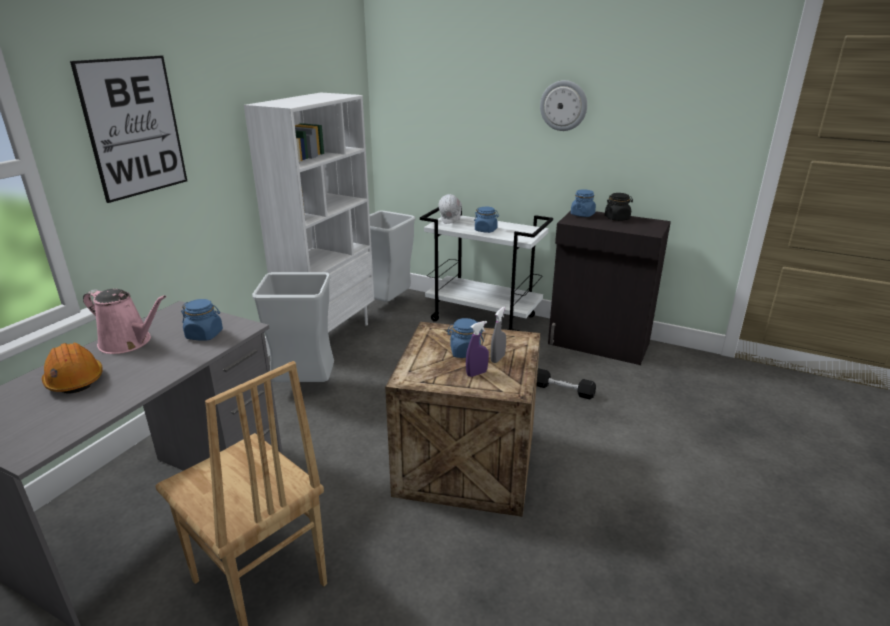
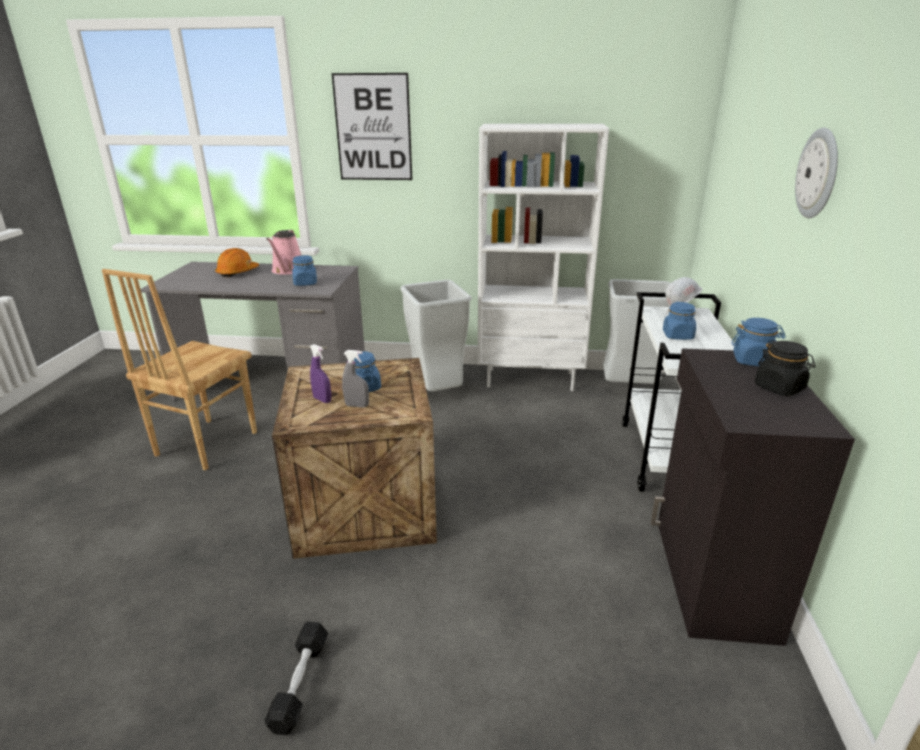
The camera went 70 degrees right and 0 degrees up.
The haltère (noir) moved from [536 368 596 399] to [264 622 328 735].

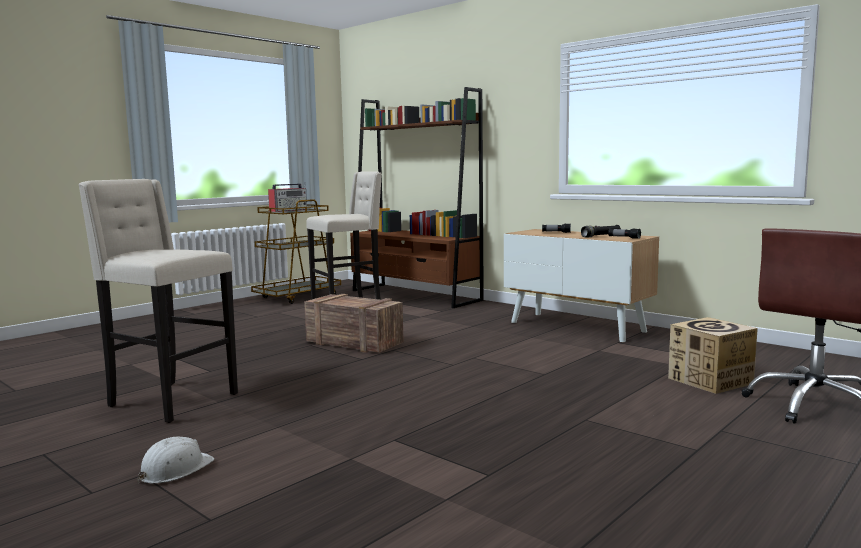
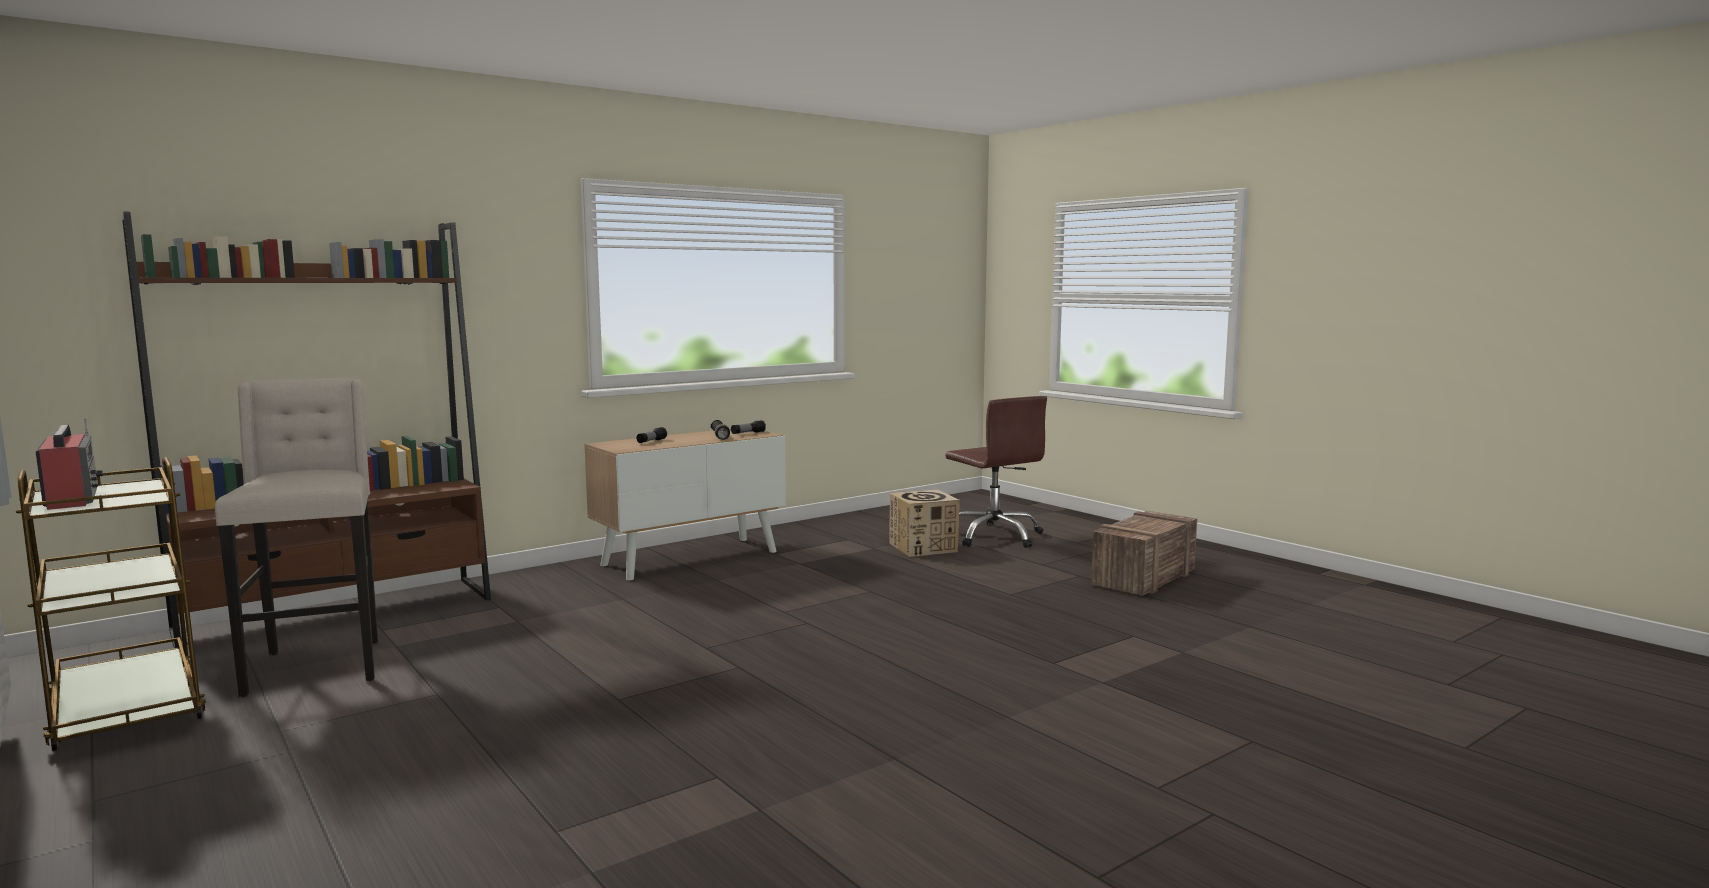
The camera went 80 degrees left and 0 degrees up.
The tabouret (beige) at [78 179 238 423] disappeared.
The casque de chantier (blanc) at [137 437 214 484] disappeared.
The caisse moved from [304 294 404 353] to [1091 511 1197 596].

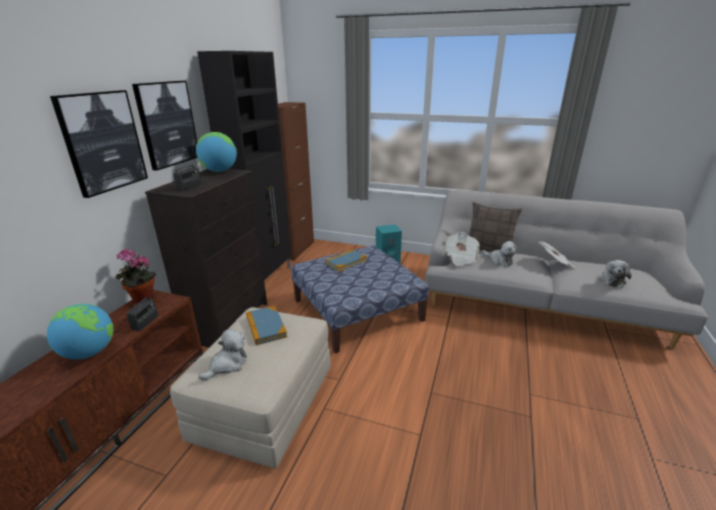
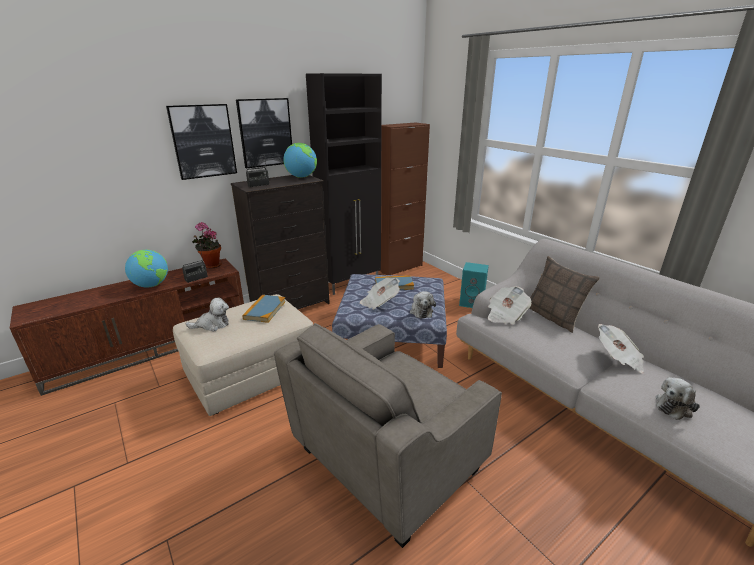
The camera went 35 degrees right and 0 degrees up.
The fauteuil (gris) at [274 323 502 548] appeared.
The journal at [360 278 400 309] appeared.
The peluche moved from [482 241 517 267] to [410 291 436 319].

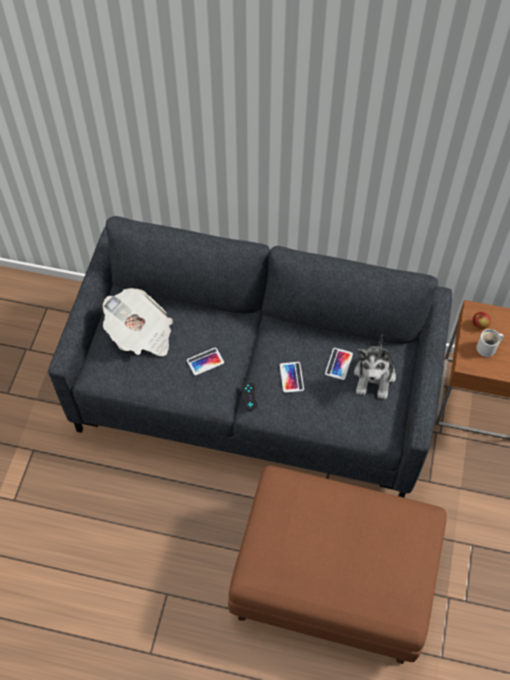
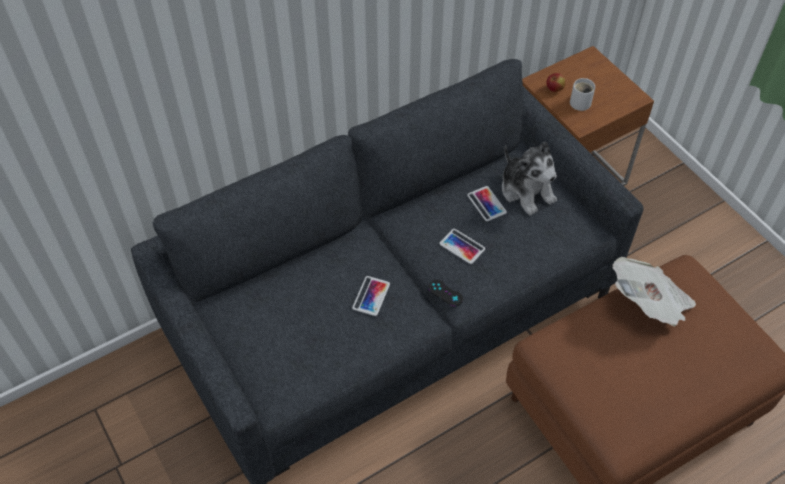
The camera went 45 degrees left and 5 degrees down.
The journal moved from [103 288 173 357] to [613 257 696 327].

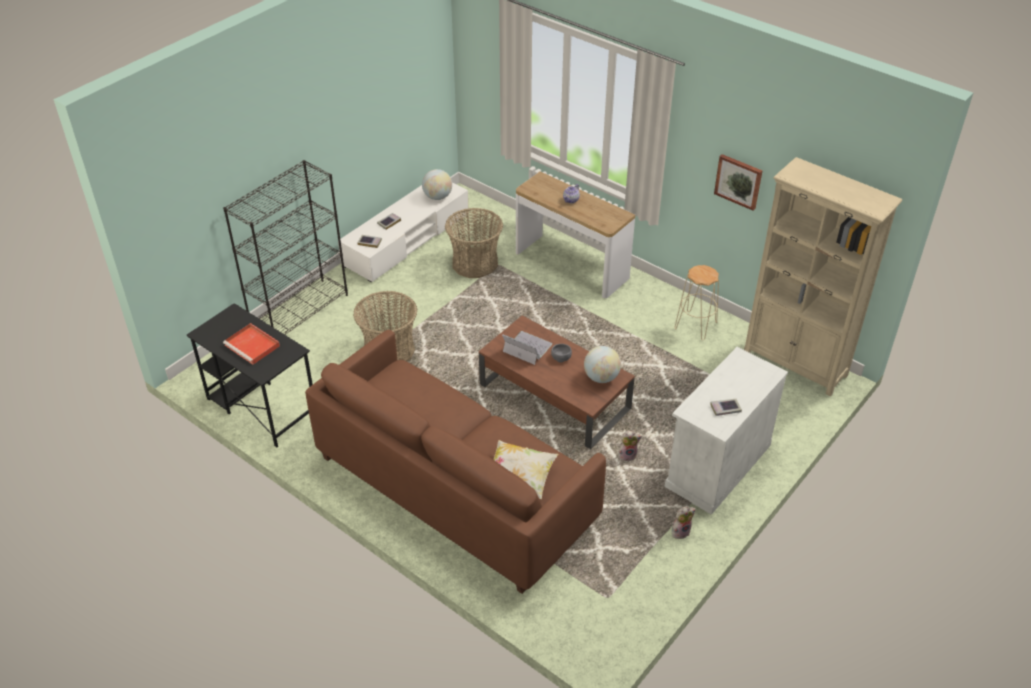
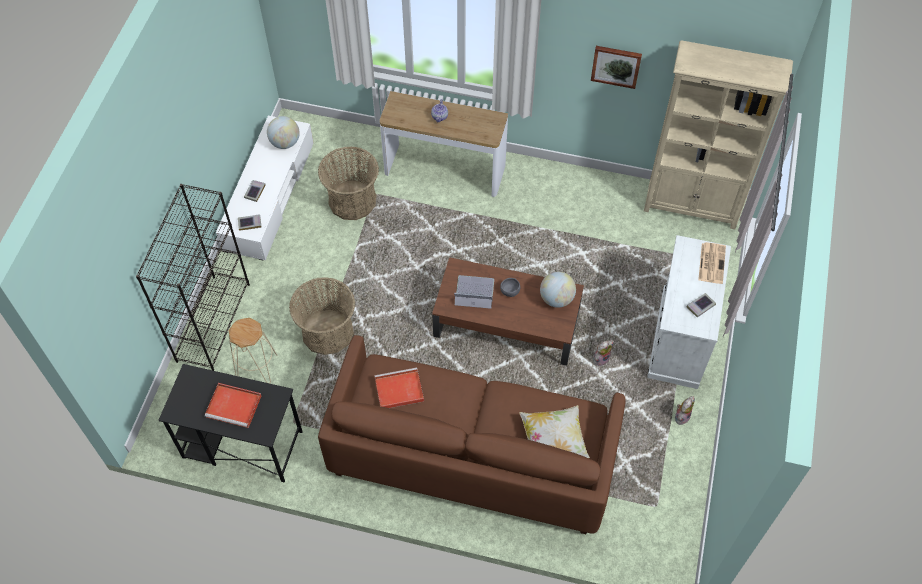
The camera went 25 degrees left and 15 degrees up.
The plateau (rouge) at [375 368 424 408] appeared.
The journal at [698 242 726 284] appeared.
The tabouret (beige) moved from [674 265 719 340] to [228 318 278 383].

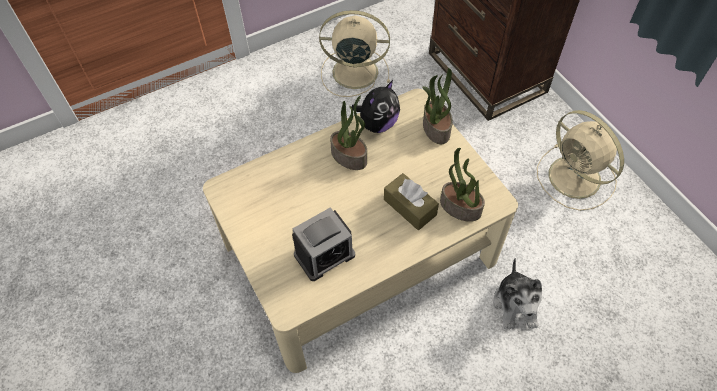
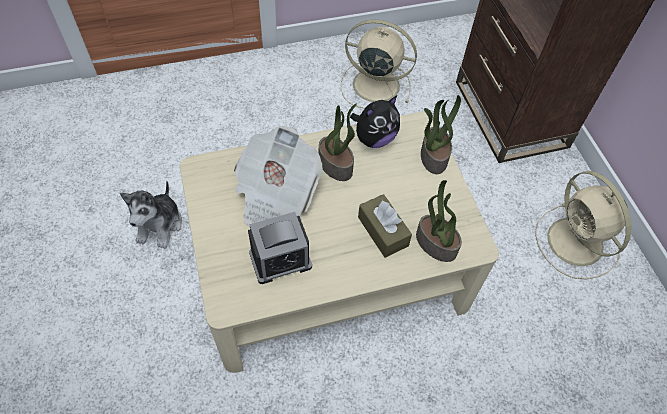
The camera went 10 degrees right and 0 degrees up.
The journal at [234 126 323 227] appeared.
The peluche moved from [493 258 542 330] to [120 181 182 249].

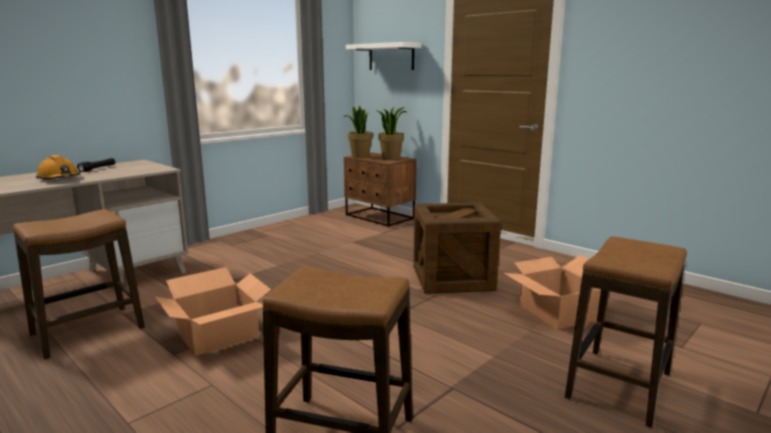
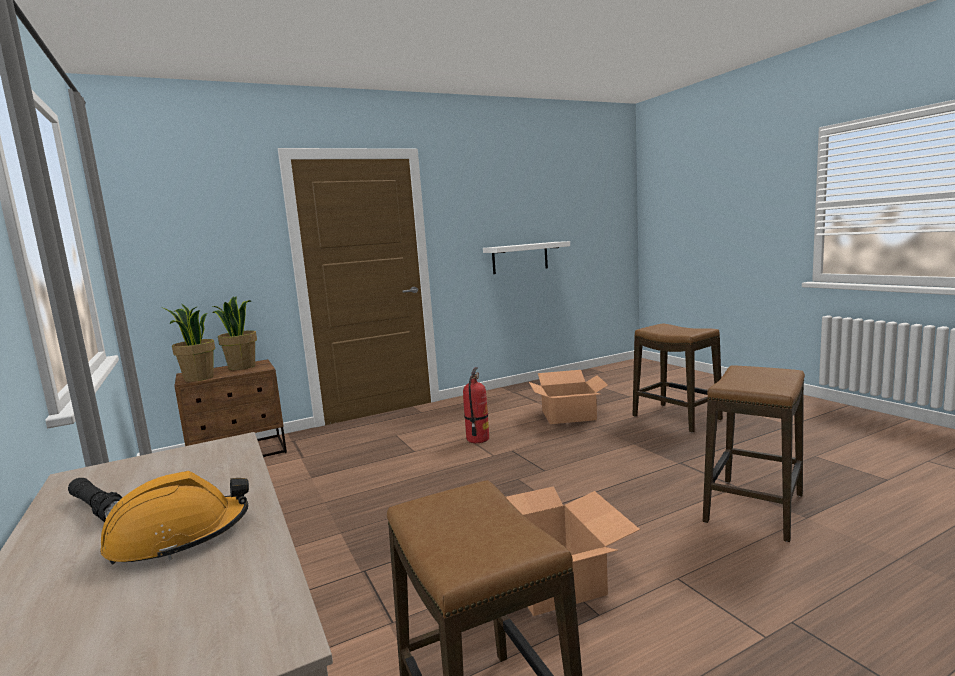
The camera went 70 degrees left and 5 degrees down.
The étagère (blanc) moved from [346 42 422 70] to [483 241 570 274].
The caisse at [413 202 501 294] was replaced by the extincteur at [463 367 489 443].

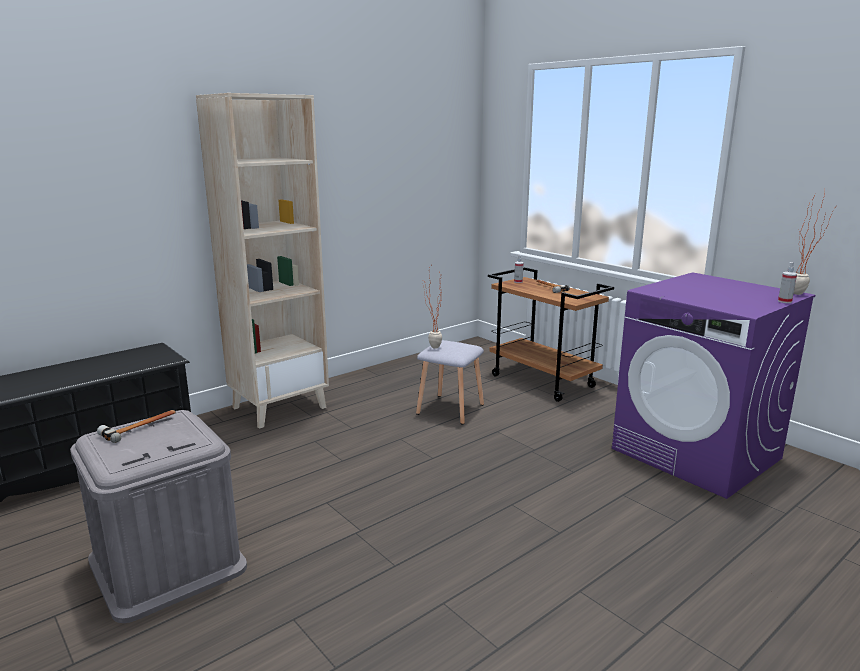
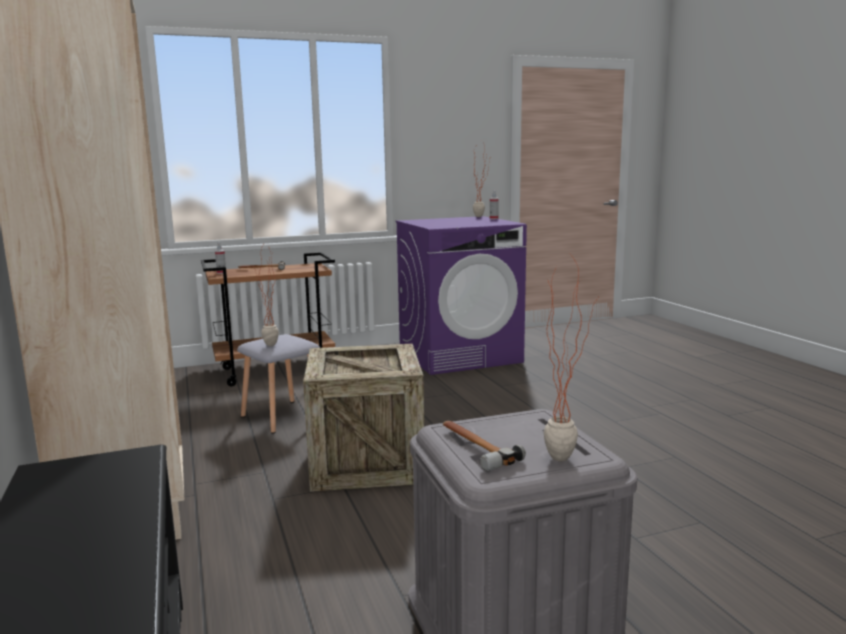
The camera went 70 degrees left and 5 degrees down.
The caisse at [303 344 424 492] appeared.
The plante en pot at [544 255 598 461] appeared.

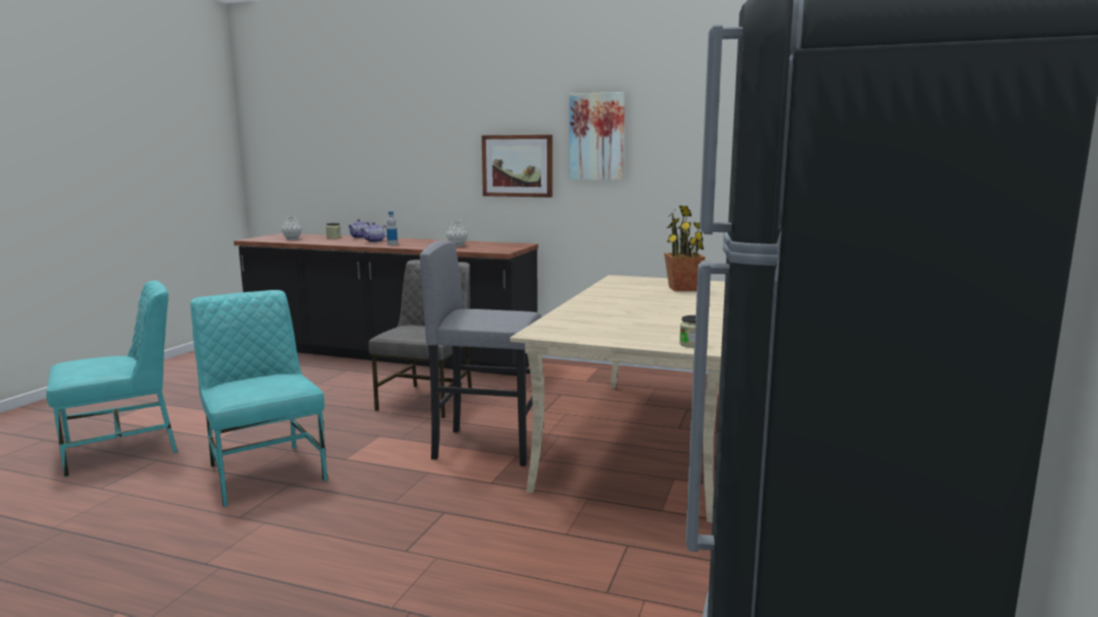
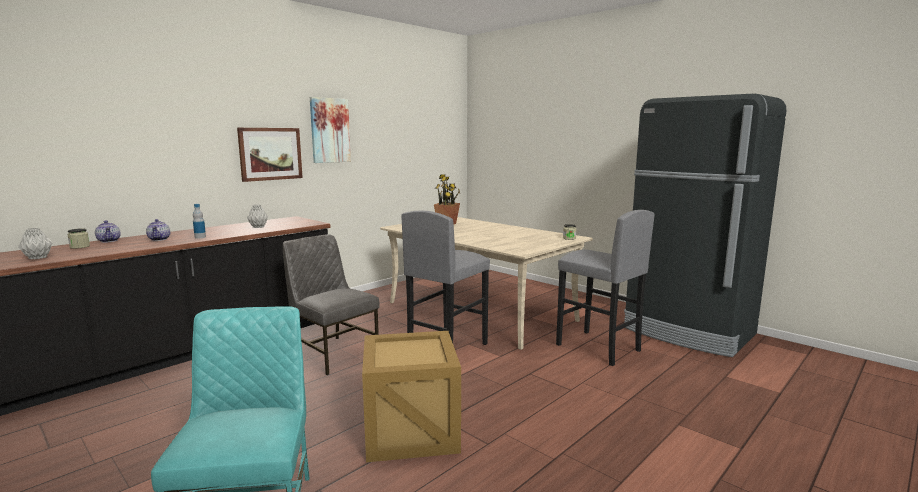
The camera went 65 degrees left and 0 degrees up.
The tabouret (gris) at [556 210 655 366] appeared.
The chaise (turquoise) at [190 290 328 507] was replaced by the caisse at [362 331 461 462].

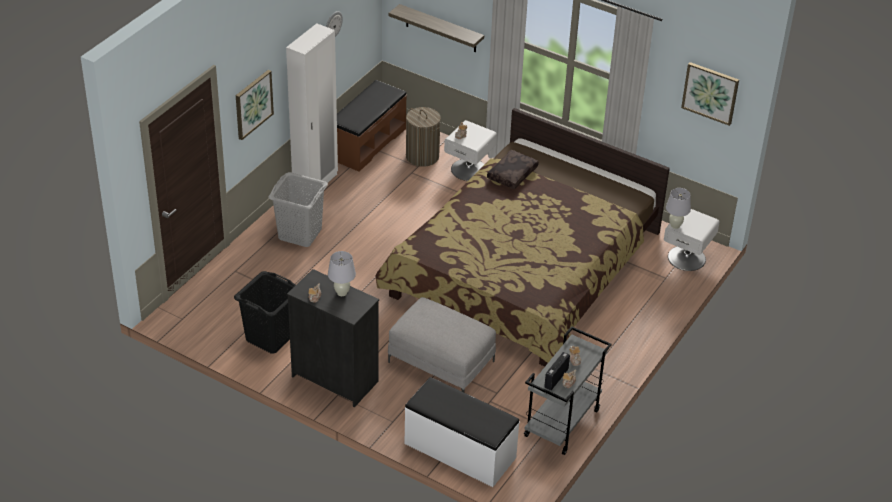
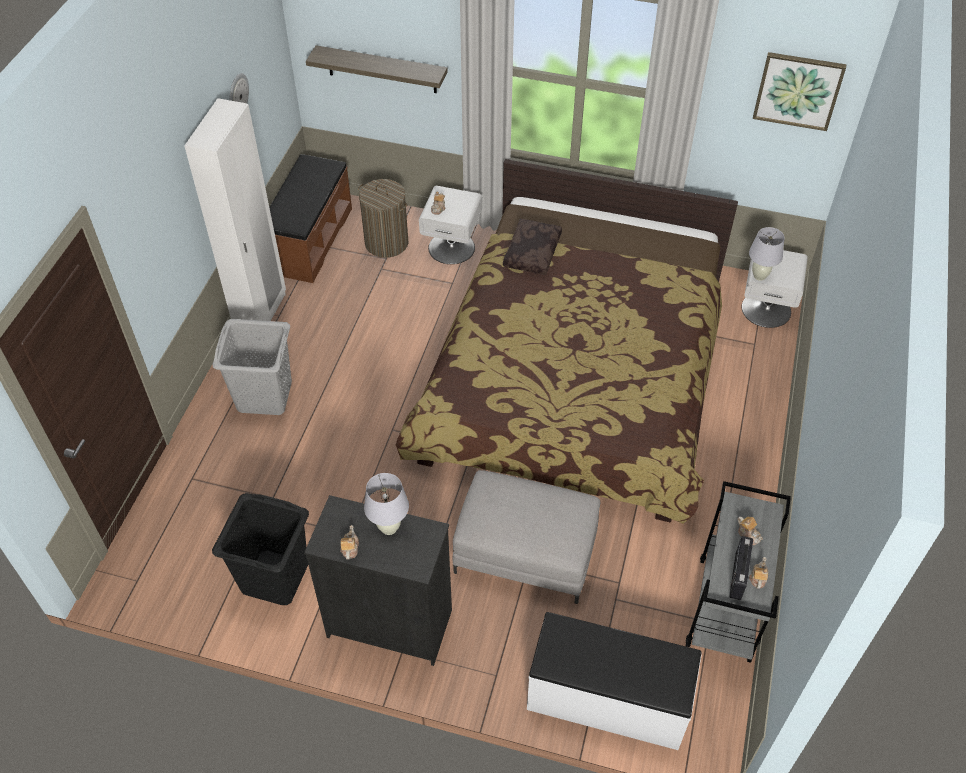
The camera went 15 degrees left and 10 degrees up.
The tableau at [236 70 274 140] disappeared.

